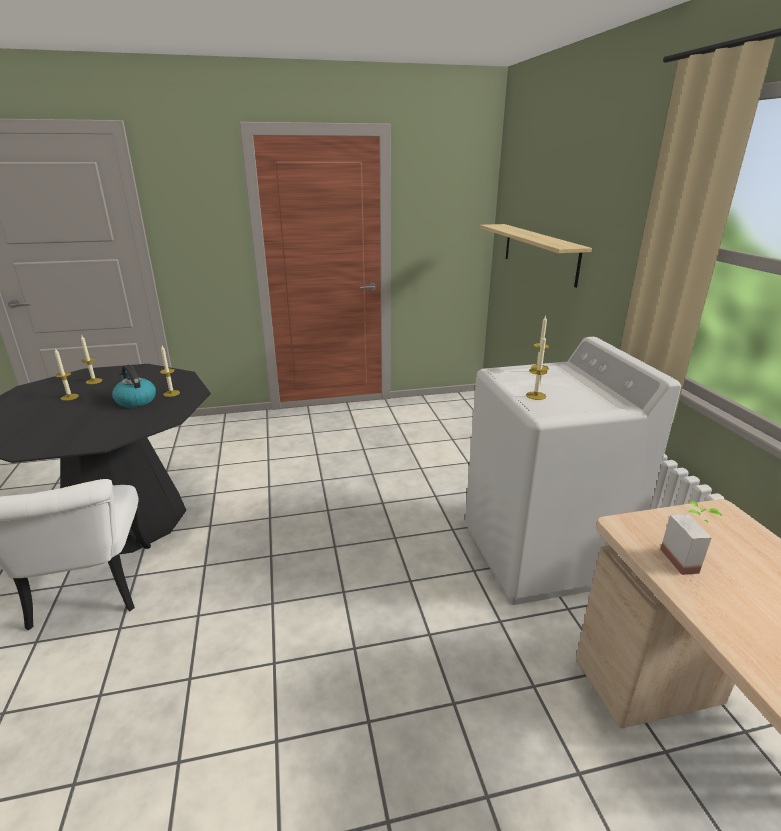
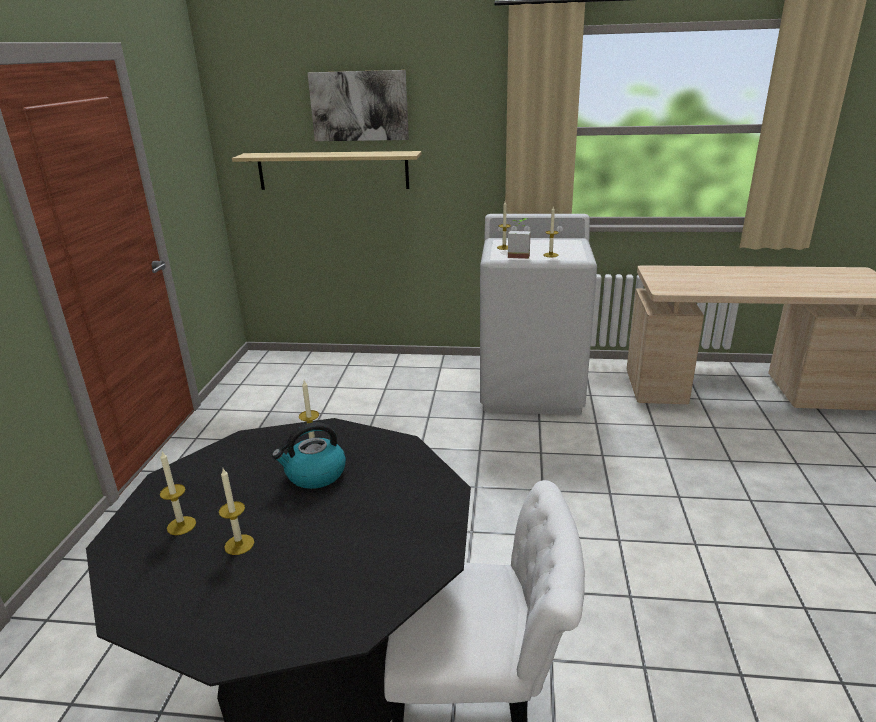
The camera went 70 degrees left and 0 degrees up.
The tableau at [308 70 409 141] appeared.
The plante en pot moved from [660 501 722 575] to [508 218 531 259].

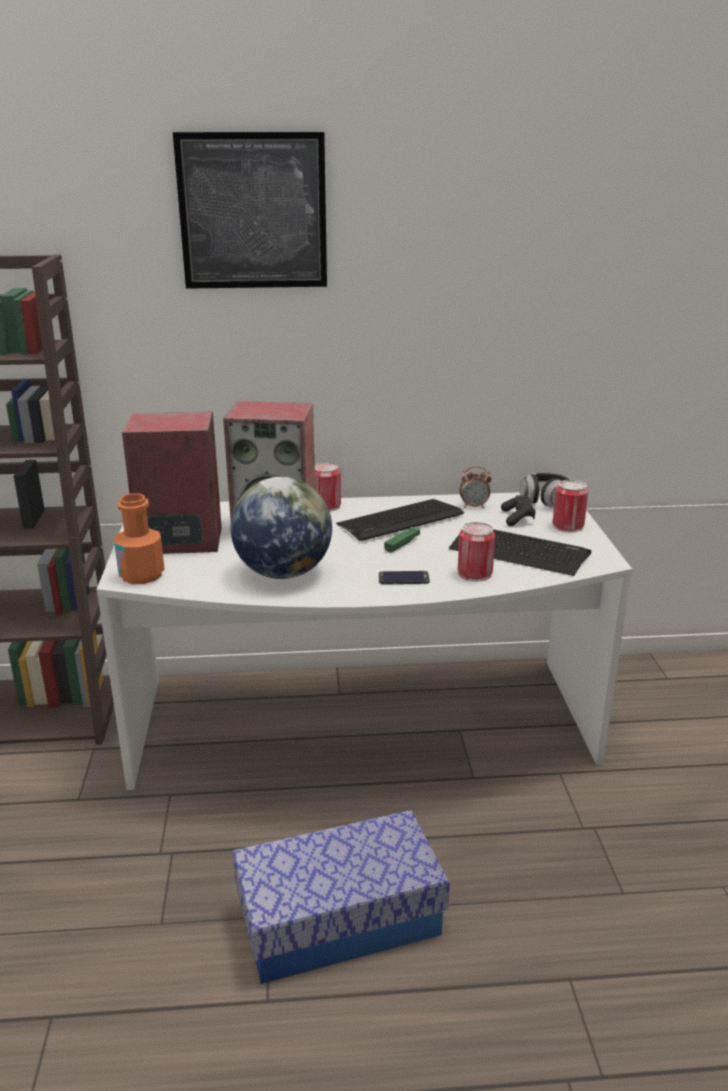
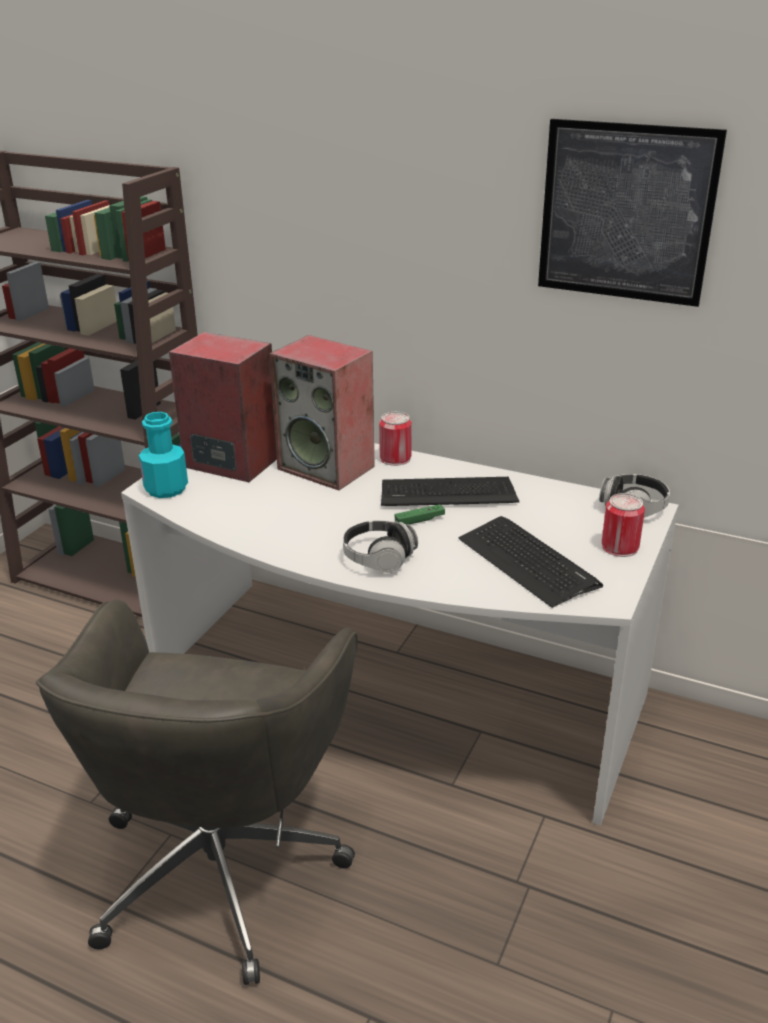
The camera went 30 degrees right and 5 degrees up.
The globe at [231 477 332 579] disappeared.
The boîte métallique at [458 522 495 581] disappeared.
The réveil at [460 467 492 508] disappeared.
The manette (noir) at [501 495 536 526] disappeared.
The tableau moved from [173 132 327 289] to [538 119 727 307].
The boîte de rangement at [233 810 450 984] was replaced by the chaise de bureau (gris) at [36 599 358 985].
The téléphone at [378 571 430 584] was replaced by the casque audio at [343 520 418 573].
The bouteille (orange) at [114 493 165 584] became the bouteille (turquoise) at [139 412 188 498].

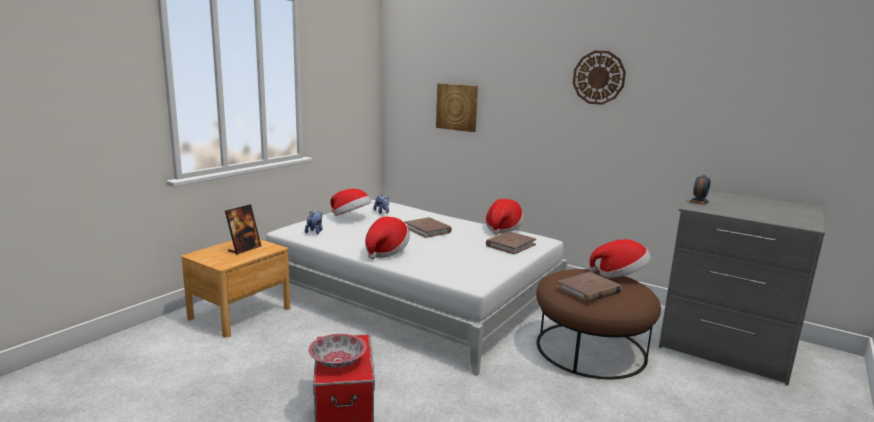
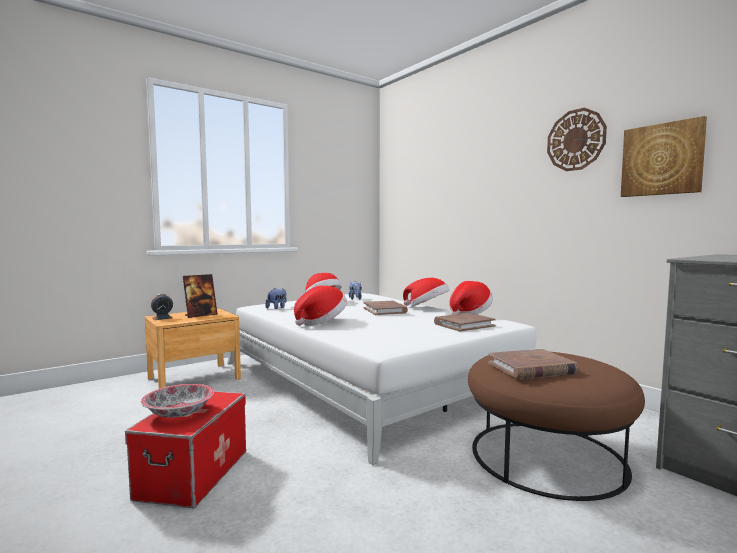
The camera went 20 degrees right and 10 degrees down.
The tableau moved from [436 83 478 132] to [621 116 707 197].
The chapeau moved from [589 239 651 278] to [403 278 450 307].
The réveil moved from [690 175 710 205] to [151 294 173 320].

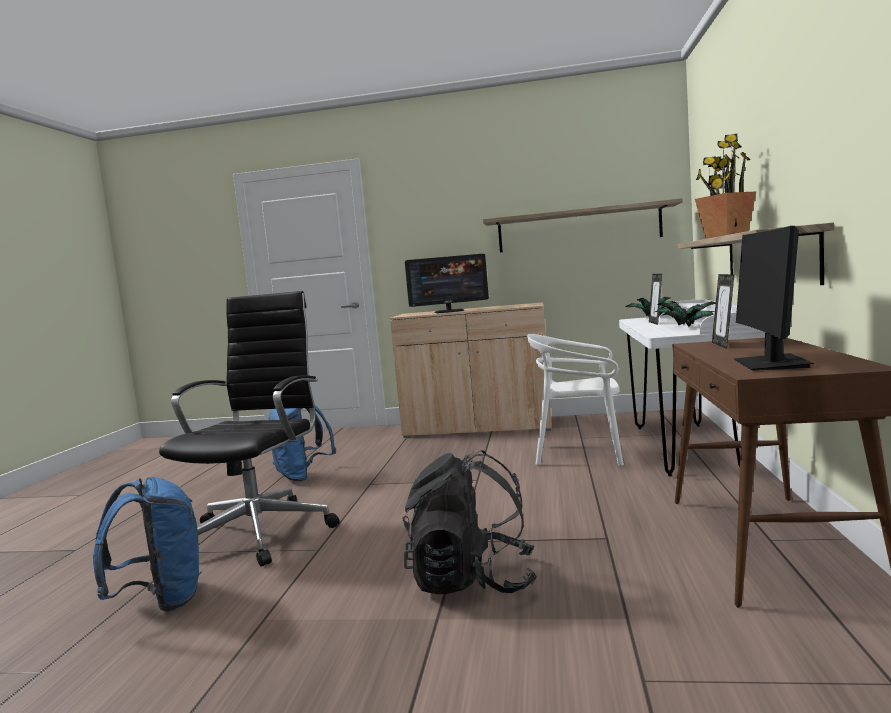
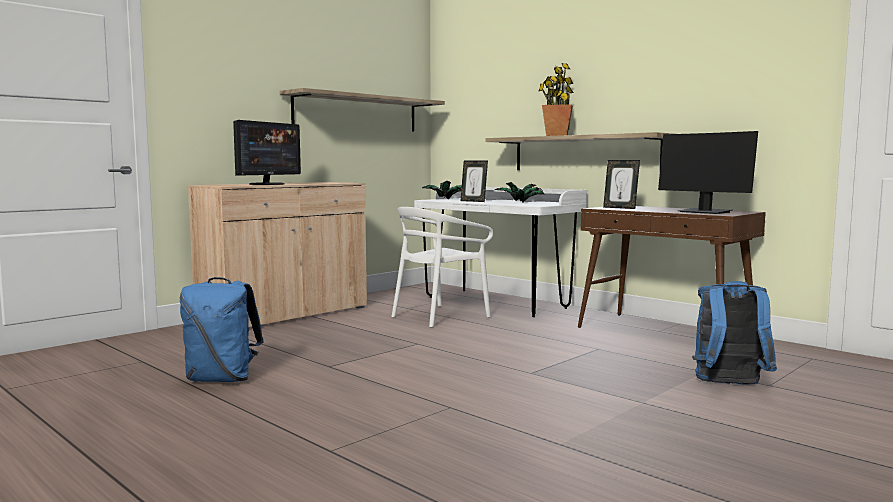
The camera went 55 degrees left and 0 degrees up.
The chaise de bureau (noir) at [159 291 339 567] disappeared.
The sac à dos (noir) at [402 450 537 594] disappeared.
The sac à dos (bleu) moved from [93 477 202 612] to [692 281 777 385].

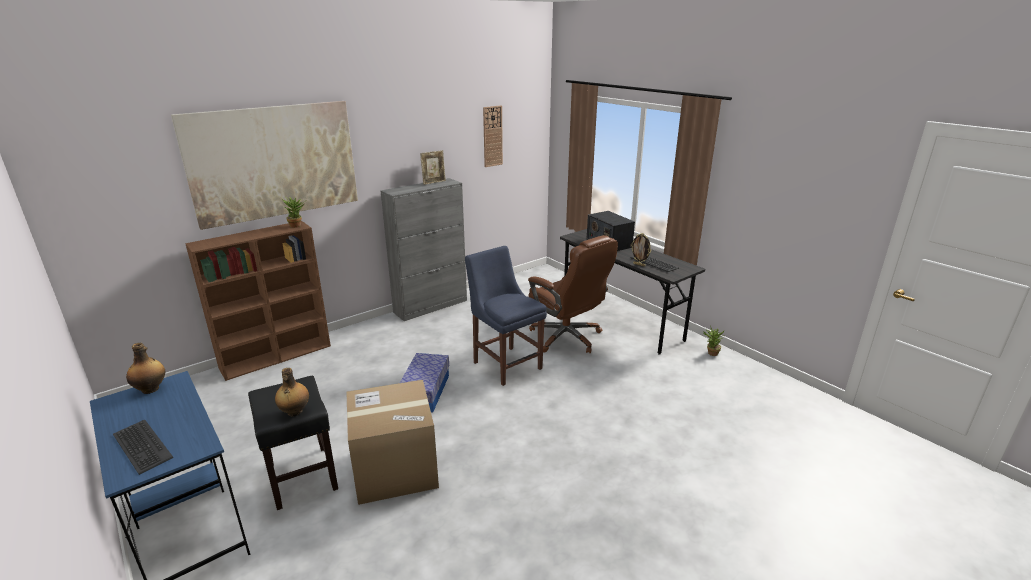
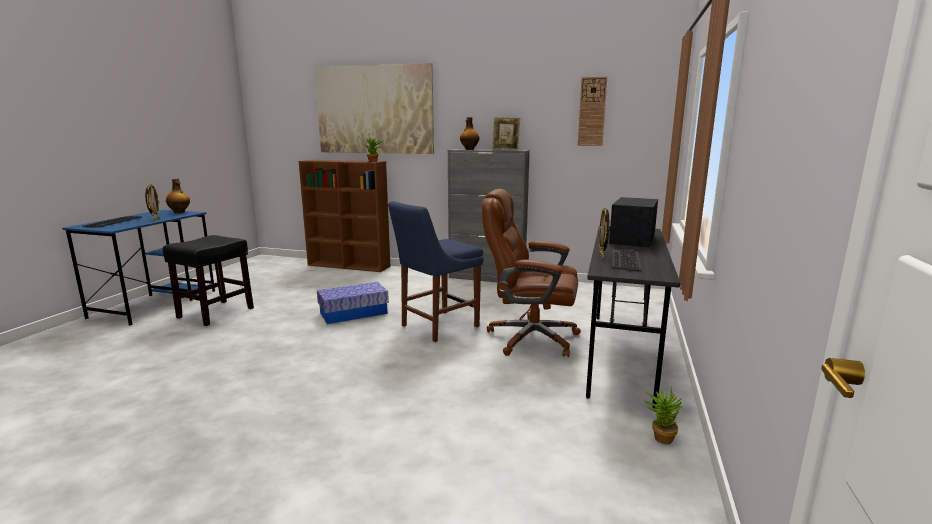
The camera went 55 degrees right and 10 degrees down.
The carton at [346 380 439 505] disappeared.
The cadre photo at [145 183 160 221] appeared.
The bouteille moved from [275 368 309 417] to [460 117 479 150].
The chaise (bleu) at [465 246 547 386] turned 150 degrees counterclockwise.
The chaise de bureau (marron) at [528 235 618 353] turned 90 degrees clockwise.

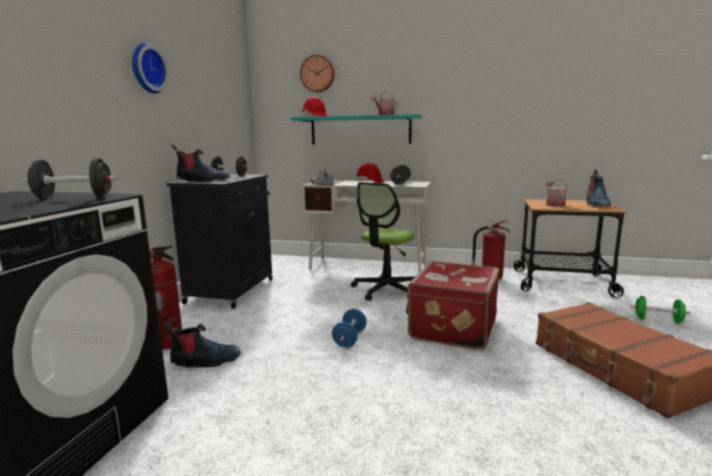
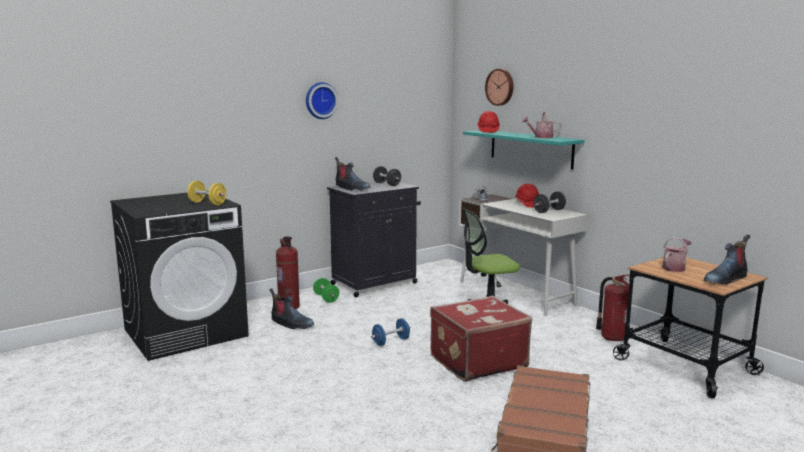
The camera went 40 degrees right and 0 degrees up.
The haltère (vert) moved from [631 296 690 324] to [313 278 339 303].
The haltère (noir) at [23 158 117 200] became the haltère (jaune) at [187 181 227 205].

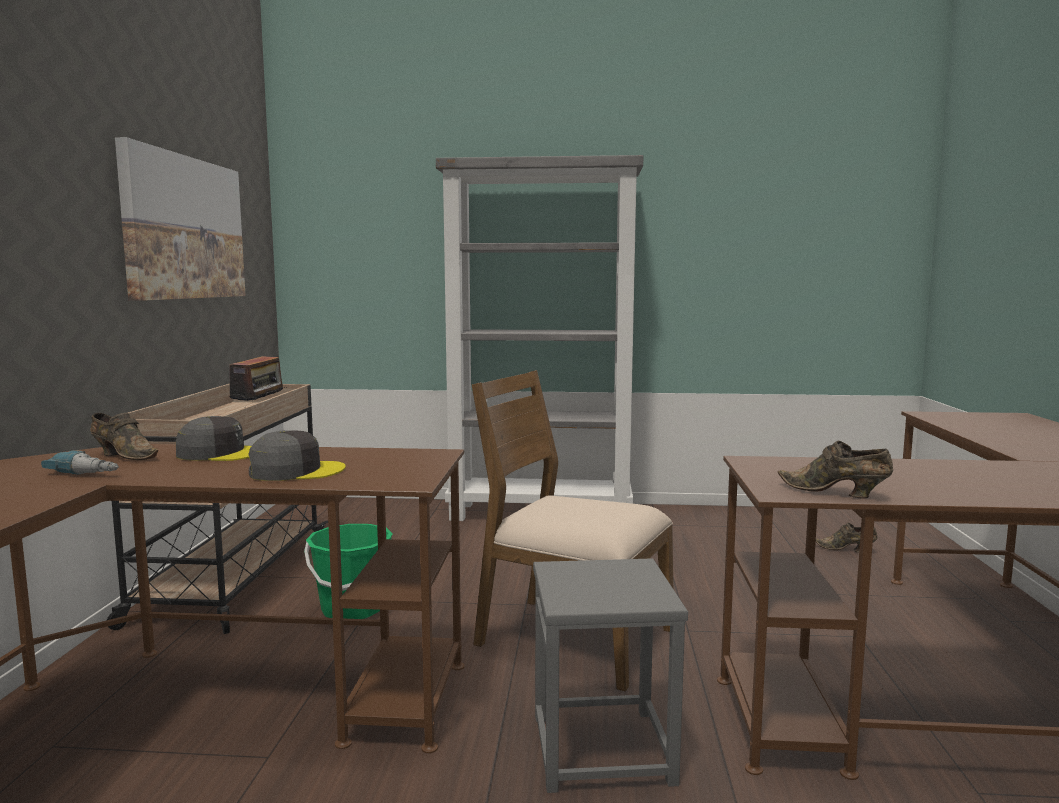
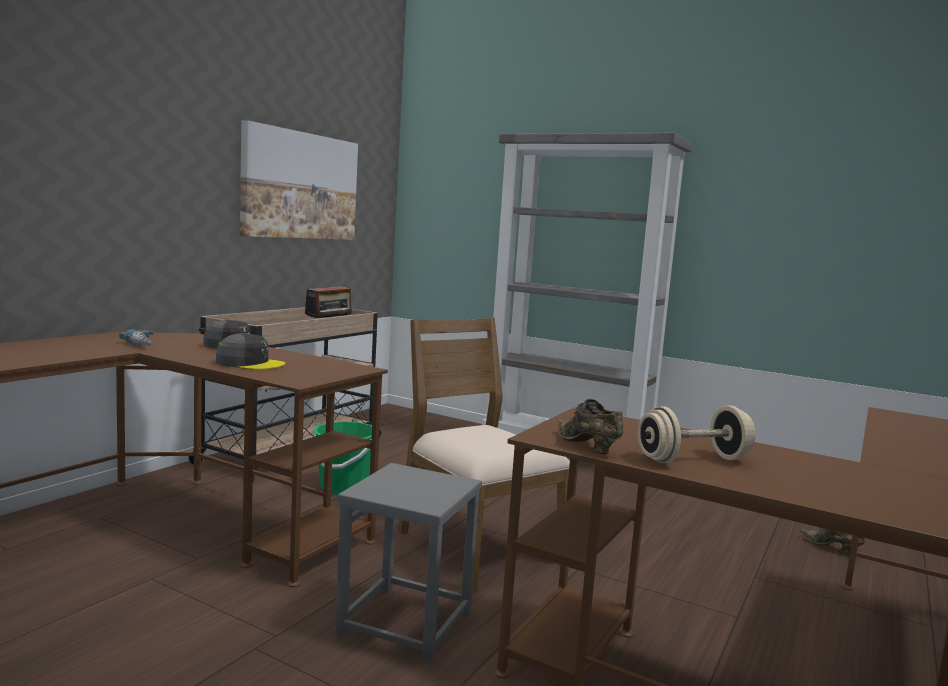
The camera went 25 degrees right and 0 degrees up.
The chaussure (marron) at [90 412 158 460] disappeared.
The haltère (beige) at [638 405 756 463] appeared.

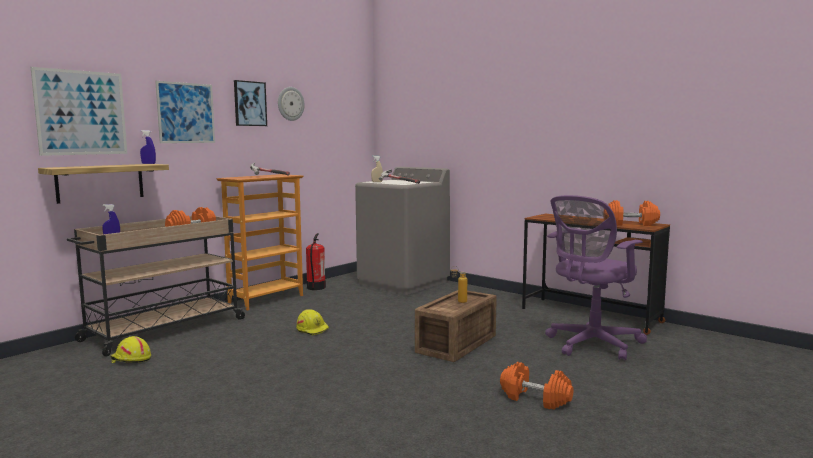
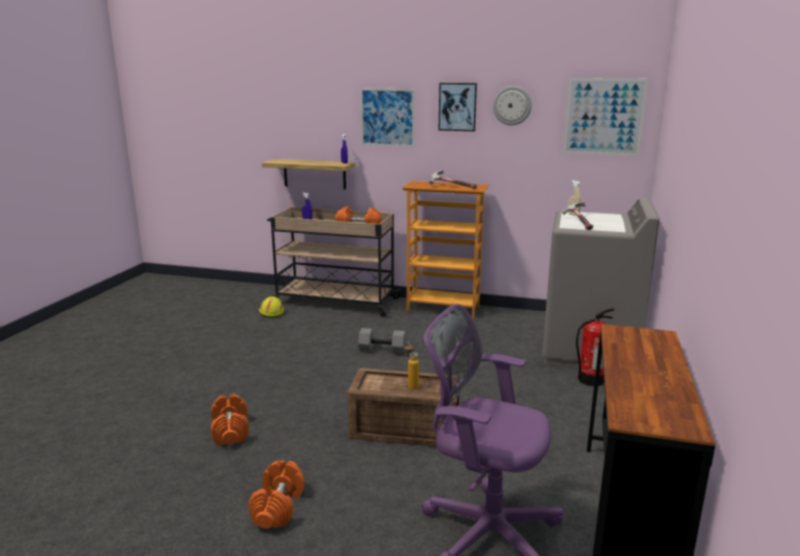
The camera went 65 degrees right and 10 degrees up.
The tableau moved from [31 67 127 156] to [563 78 648 156].
The extincteur moved from [306 233 326 290] to [576 308 614 386].
The haltère (orange) moved from [607 200 660 226] to [211 394 249 445].
The casque de chantier (jaune) at [296 309 329 335] was replaced by the haltère (gris) at [358 328 406 354].

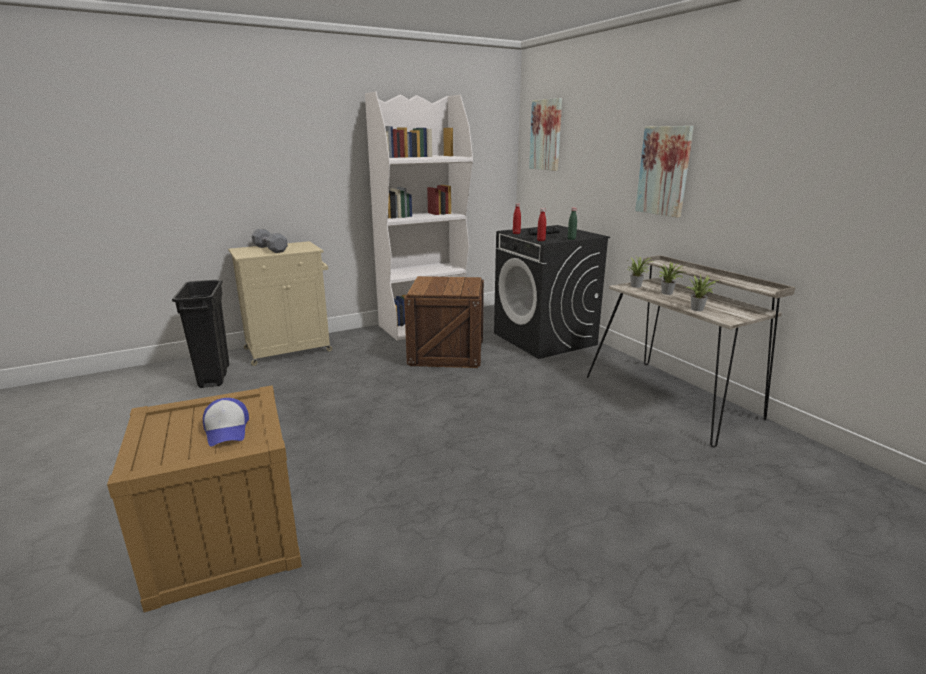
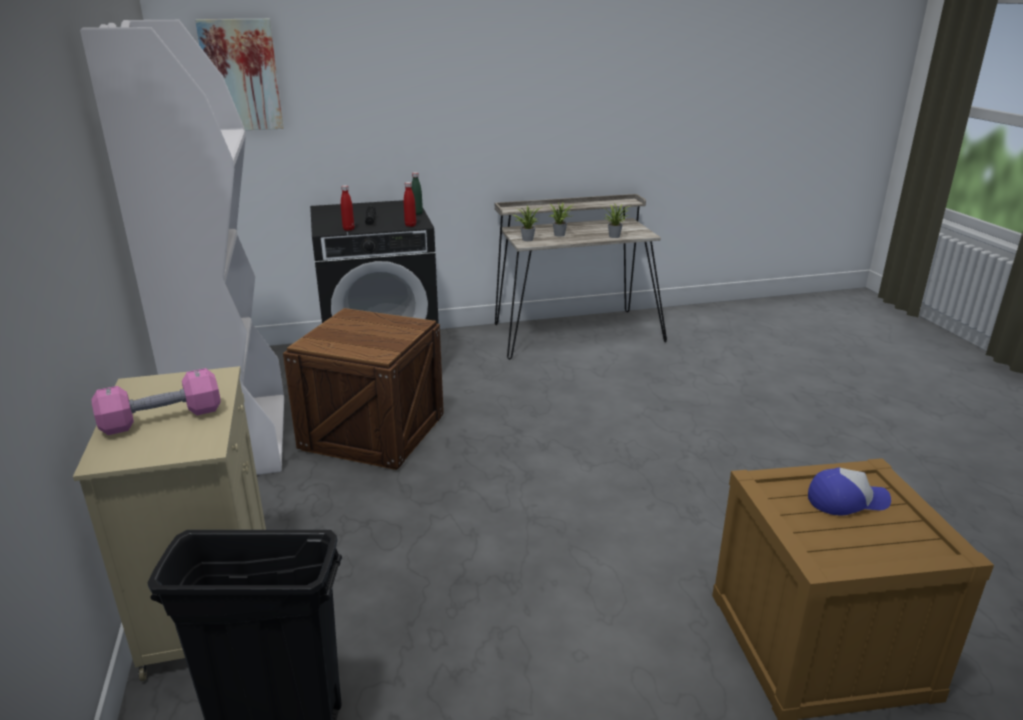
The camera went 75 degrees left and 5 degrees up.
The tableau at [635 126 694 218] disappeared.
The haltère (gris) at [252 229 288 253] became the haltère (rose) at [91 368 220 435].

